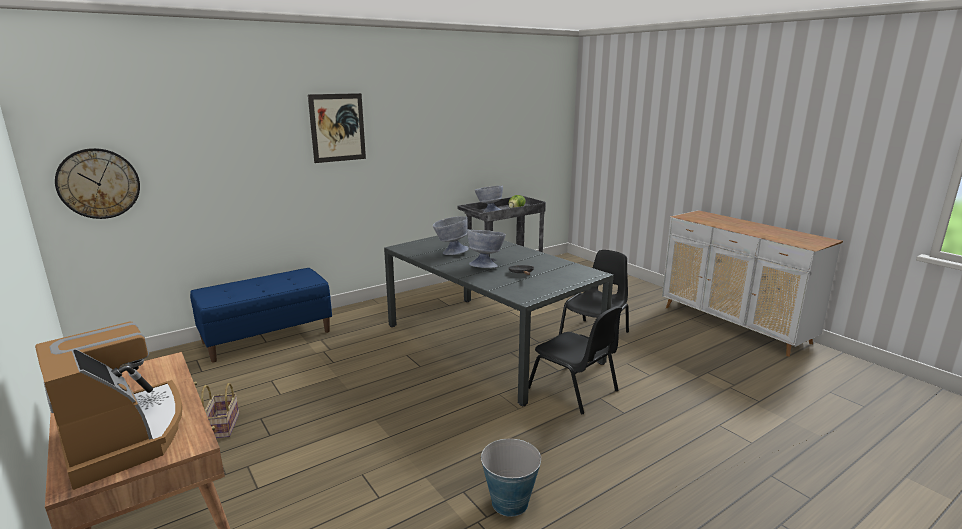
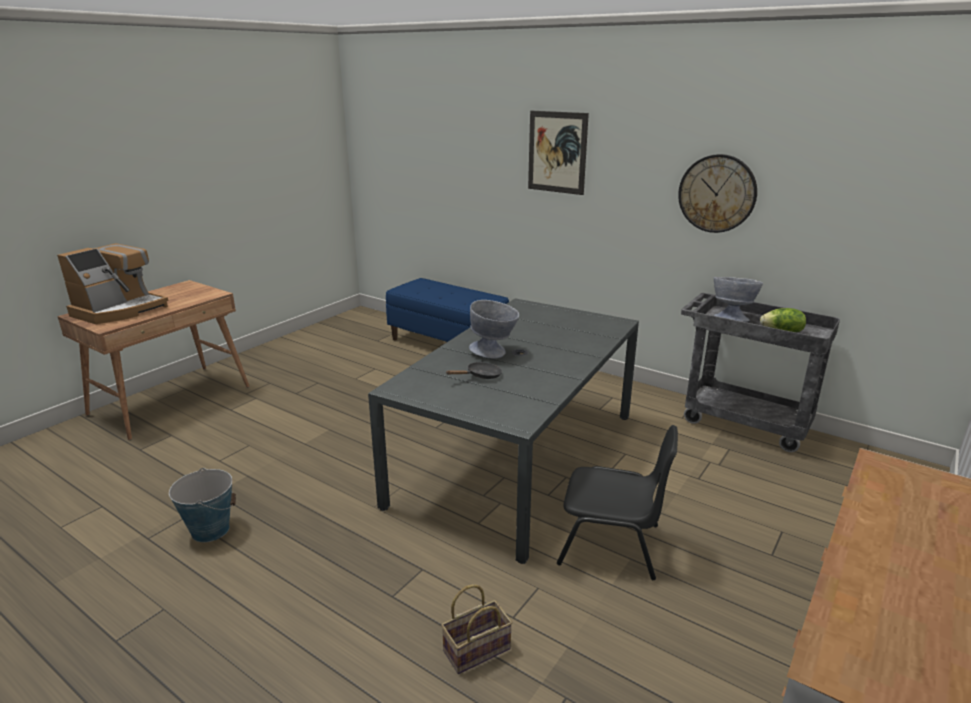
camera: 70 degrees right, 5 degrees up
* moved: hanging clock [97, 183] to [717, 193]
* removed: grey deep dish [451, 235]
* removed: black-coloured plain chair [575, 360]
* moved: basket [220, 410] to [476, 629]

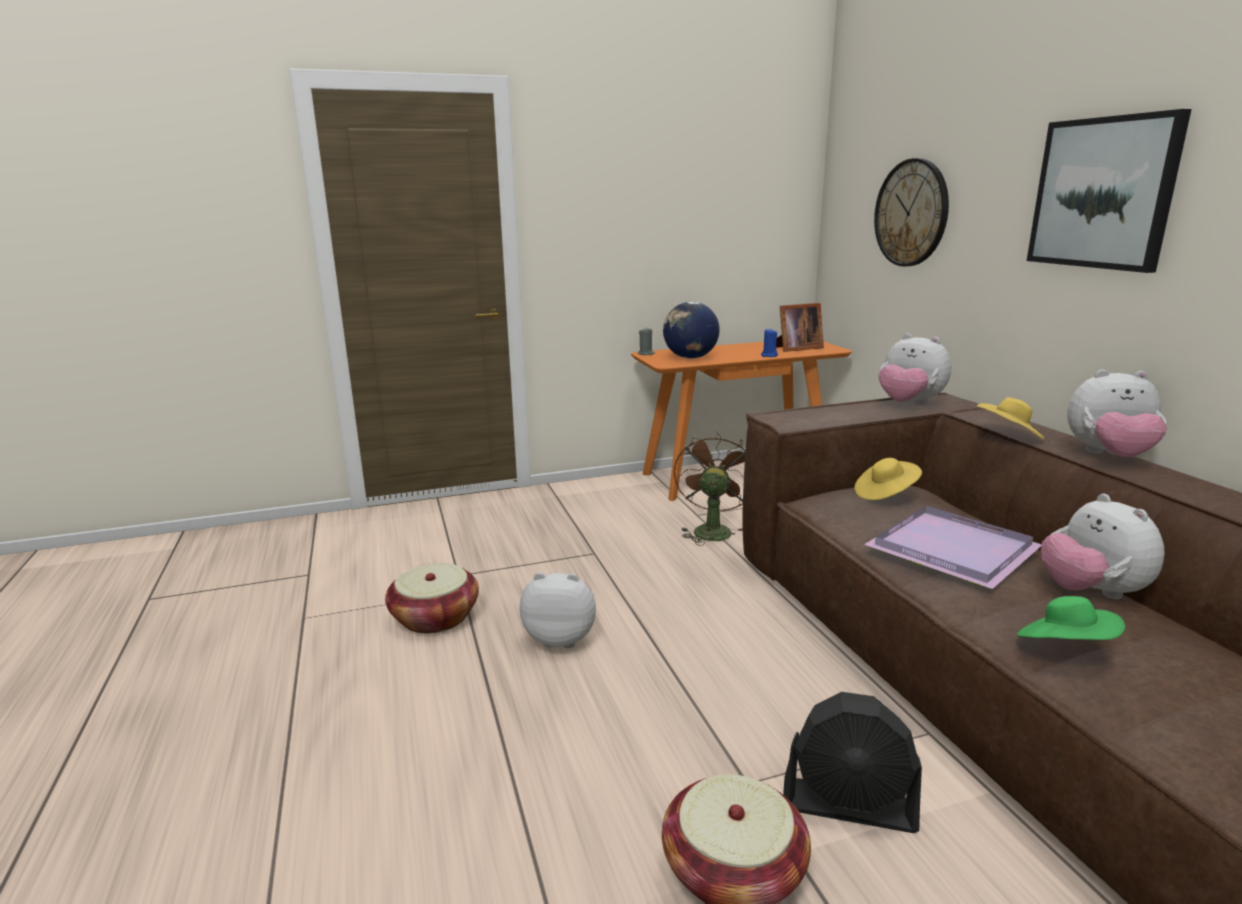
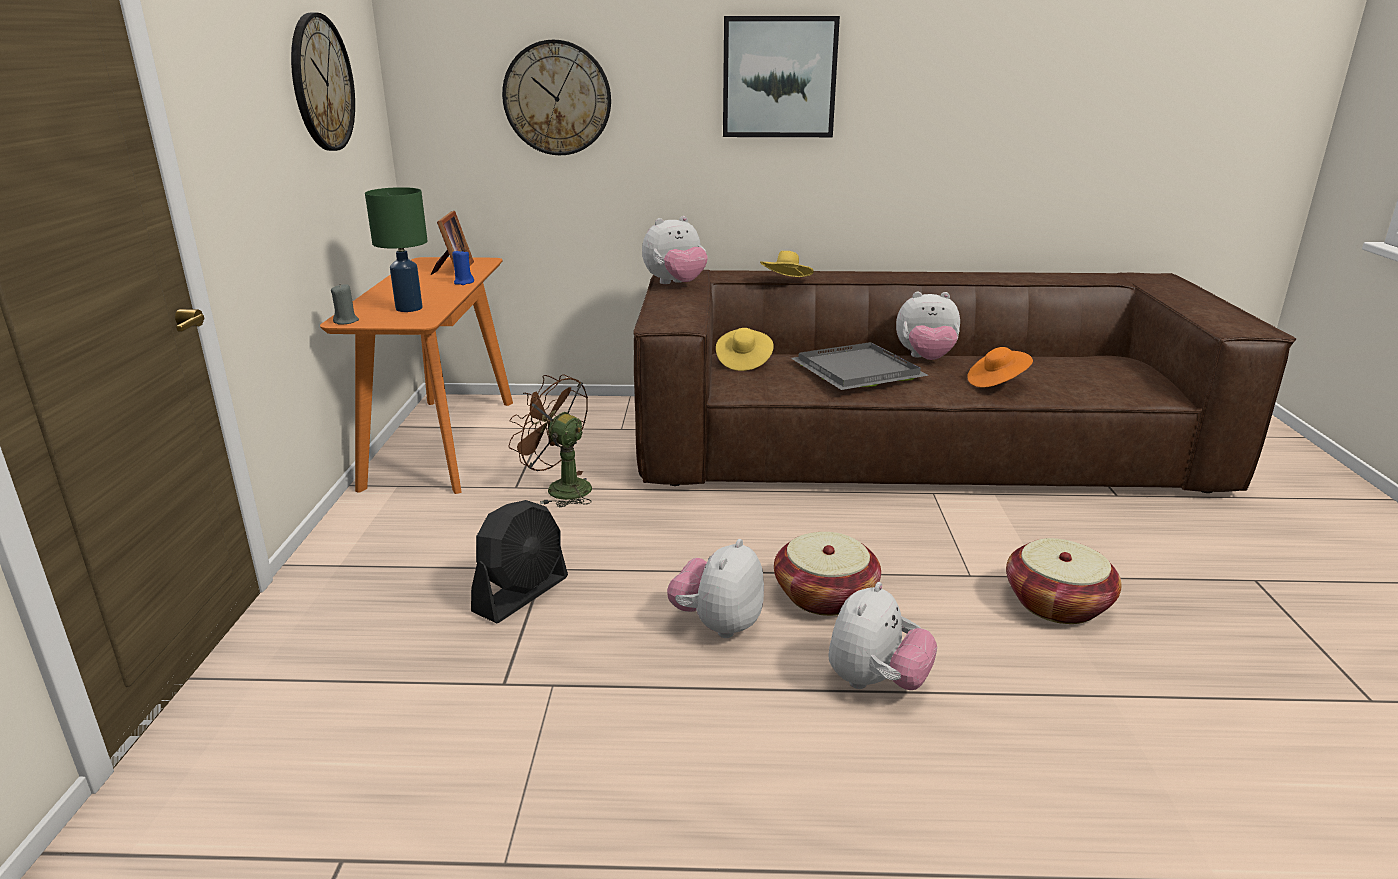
camera: 70 degrees left, 5 degrees up
* replaced: world globe [691, 330] to greenish tabletop lamp [396, 249]
* moved: plush toy [1117, 413] to [882, 636]
* recoloured: purple-coloured carrying tray [953, 547] to grey carrying tray [860, 366]
* moved: basket [432, 598] to [827, 574]
* recoloured: greenish wearable hat [1071, 618] to orange wearable hat [1000, 367]
* moved: black-coloured electric fan [852, 762] to [519, 561]
* added: hanging clock [323, 82]

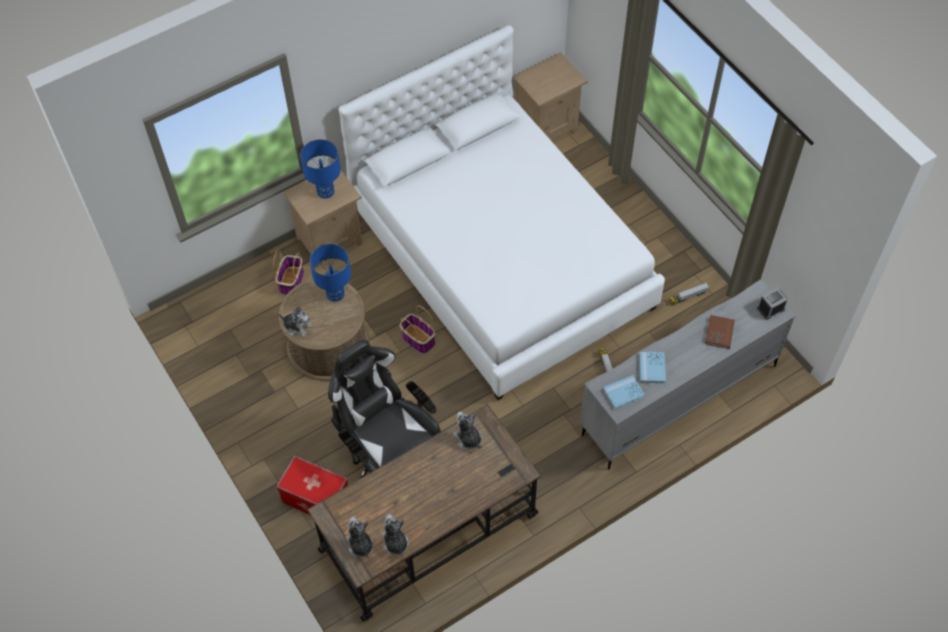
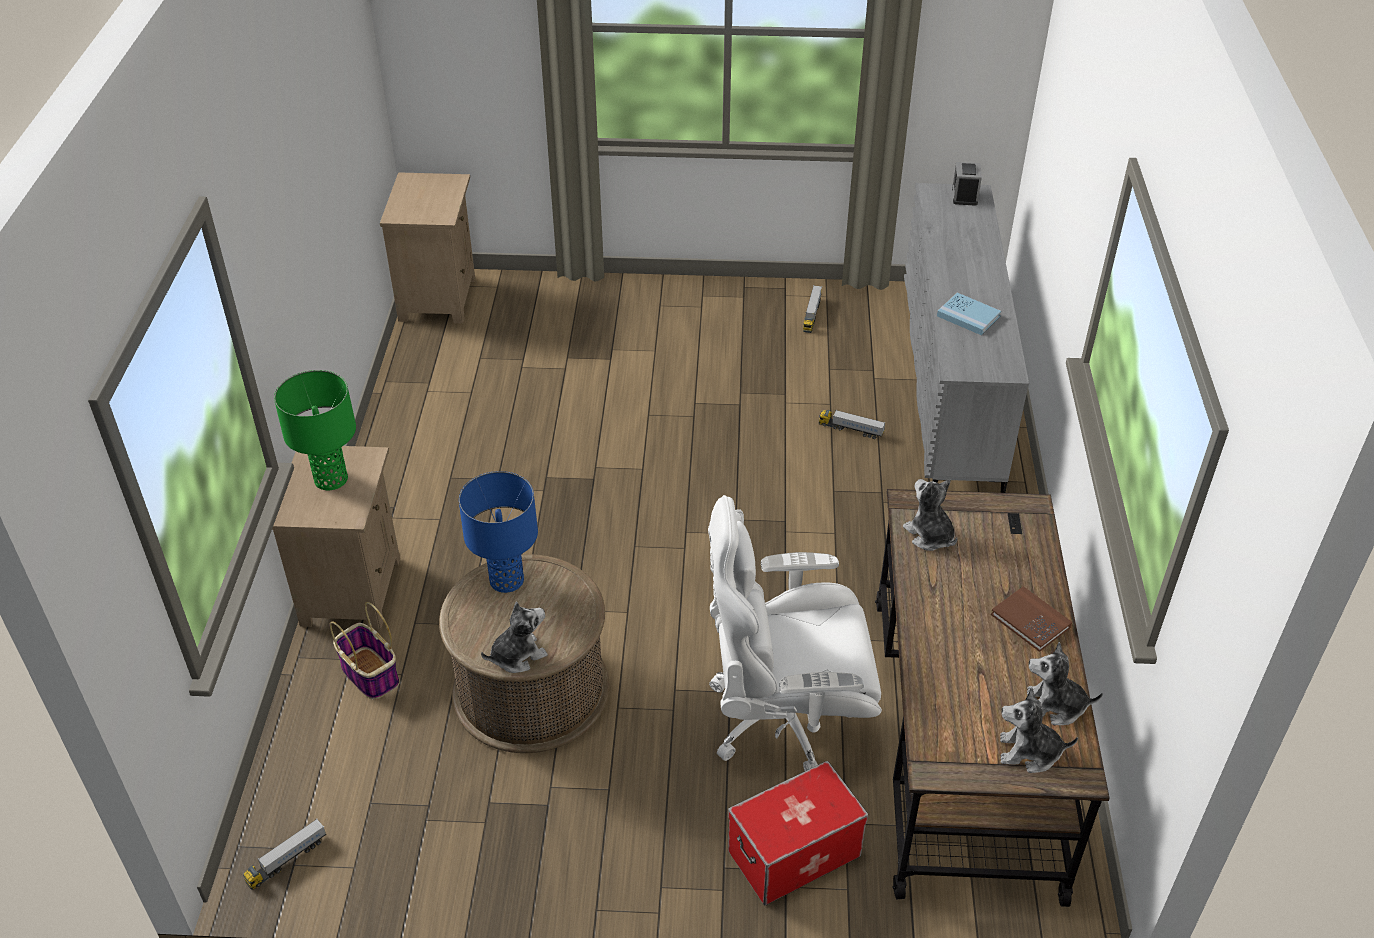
camera: 55 degrees left, 15 degrees down
* removed: white-coloured bedroom bed [501, 212]
* recoloured: blue-coloured tabletop lamp [320, 168] to greenish tabletop lamp [315, 430]
* removed: basket [417, 329]
* moved: brown bound book [720, 332] to [1031, 619]
* recoloured: black-coloured computer chair [384, 409] to white-coloured computer chair [795, 633]
* removed: blue-coloured bound book [624, 392]
* turned: plush toy [467, 430] = [930, 515] 60 degrees clockwise
* added: toy lorry [284, 854]

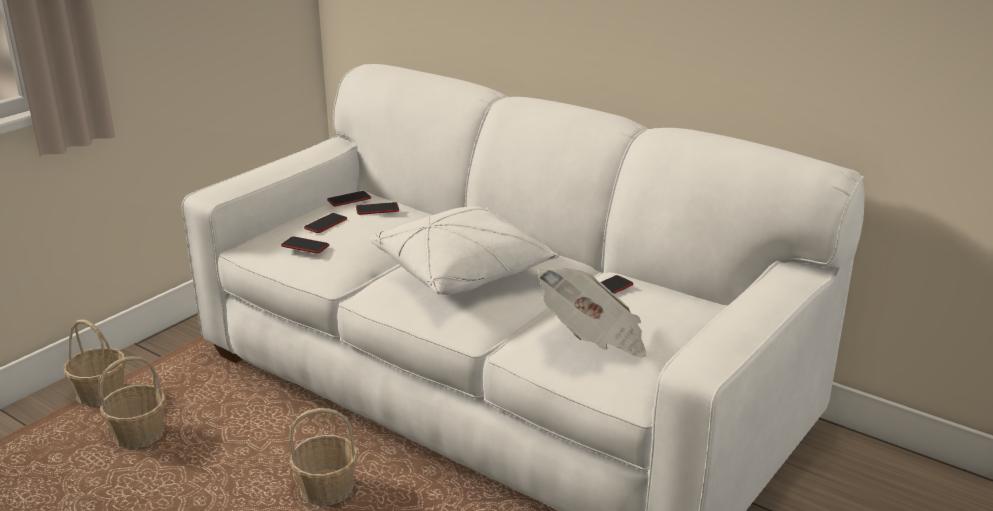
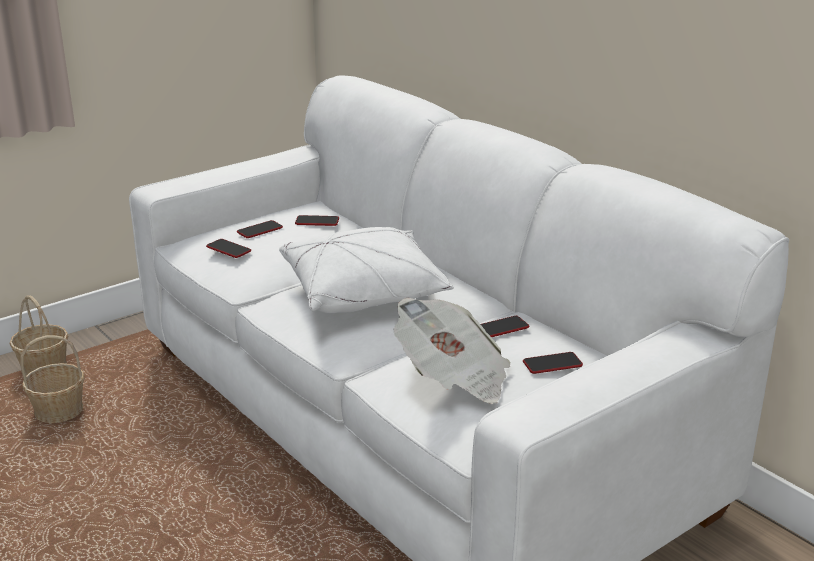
camera: 15 degrees right, 0 degrees up
* moved: phone [349, 198] to [553, 363]
* removed: basket [323, 457]

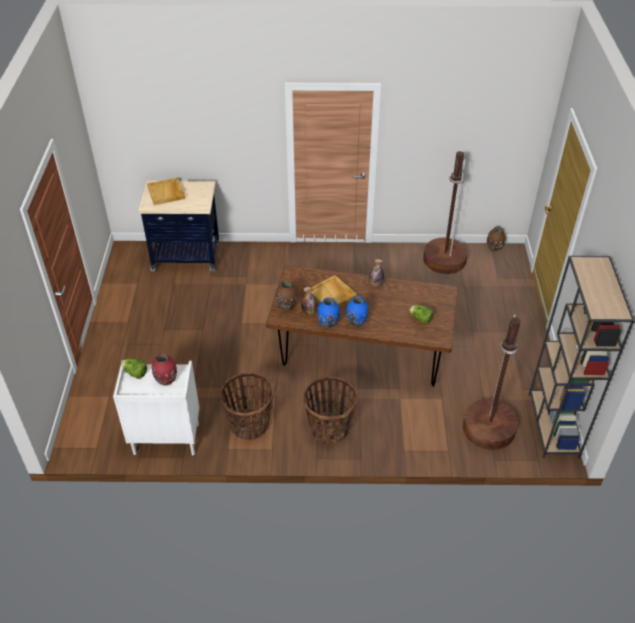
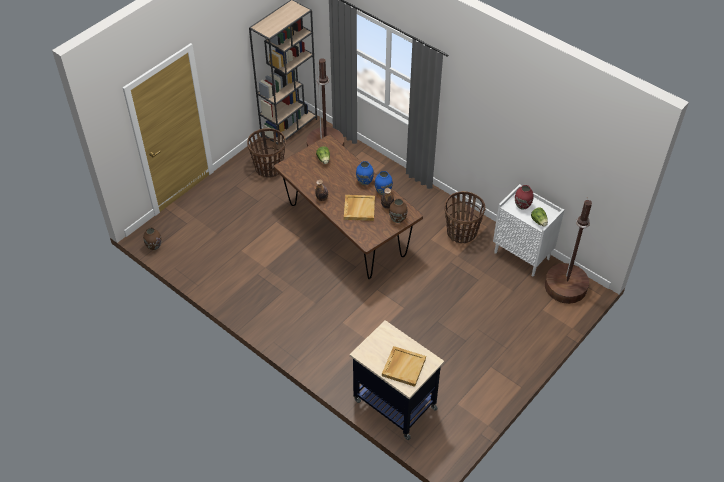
camera: 140 degrees left, 5 degrees up
* moved: brown floor lamp [445, 212] to [568, 251]
* moved: basket [330, 410] to [266, 153]

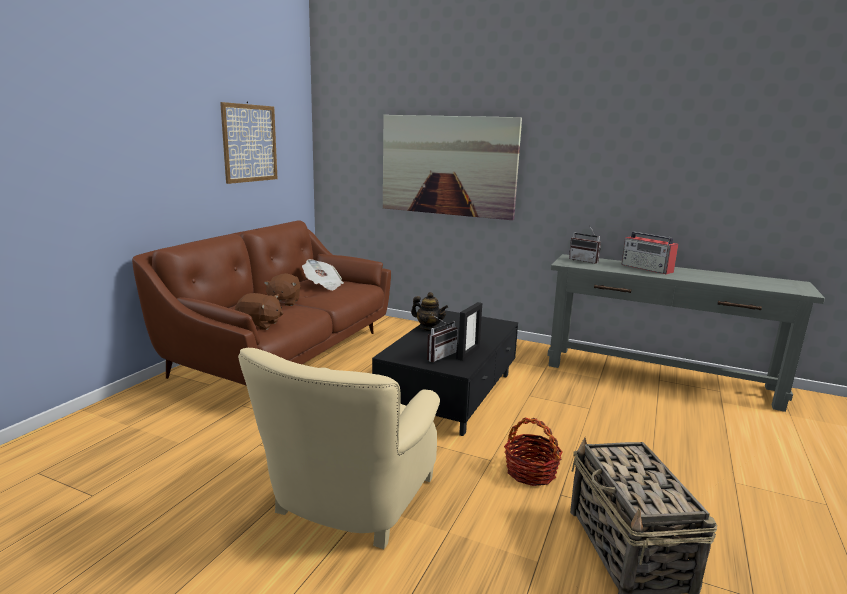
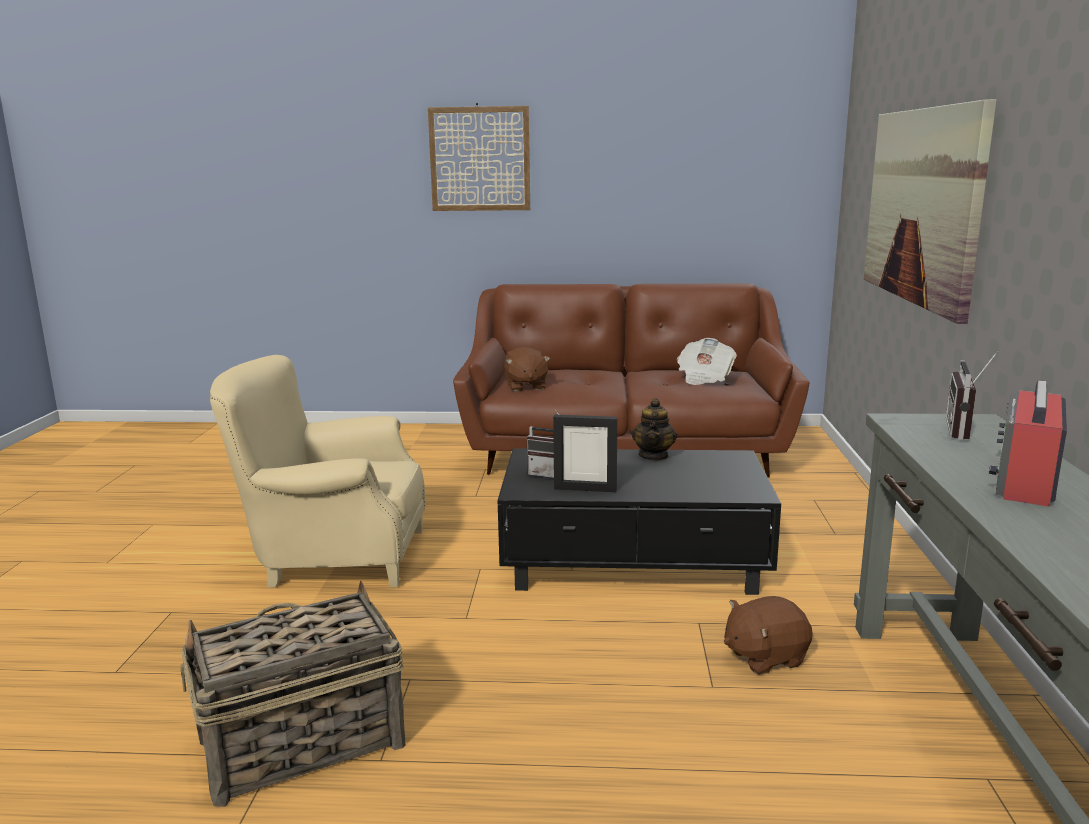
camera: 70 degrees right, 0 degrees up
* moved: wall art [248, 143] to [479, 157]
* moved: brown plush toy [282, 289] to [768, 635]
* removed: basket [533, 451]

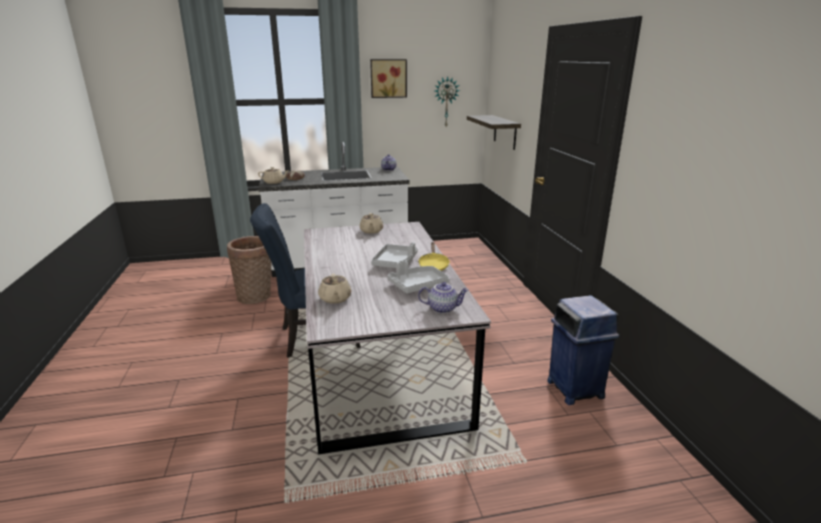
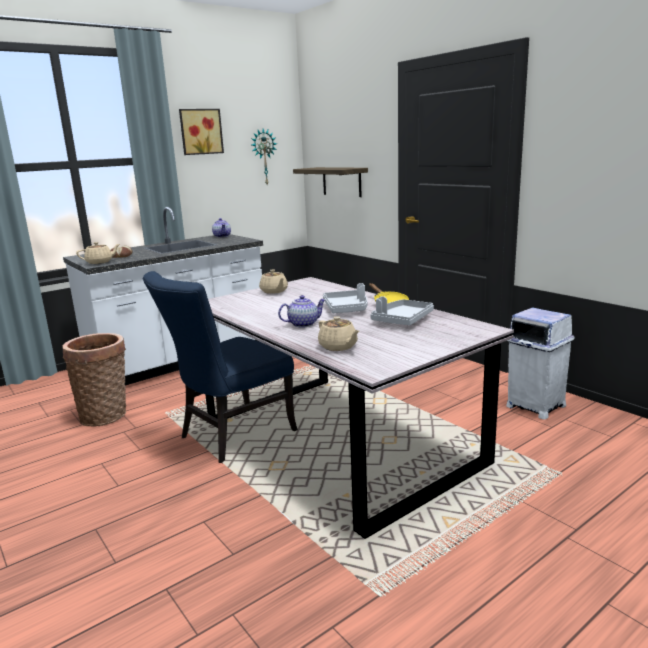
camera: 25 degrees left, 5 degrees down
* moved: tea pot [443, 297] to [302, 311]
* recoloured: blue-coloured waste bin [583, 350] to white-coloured waste bin [540, 364]

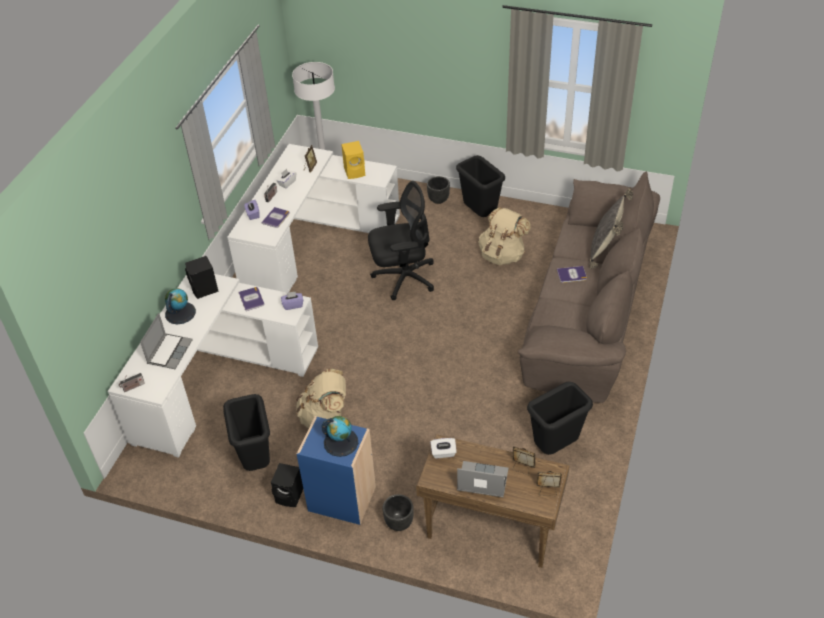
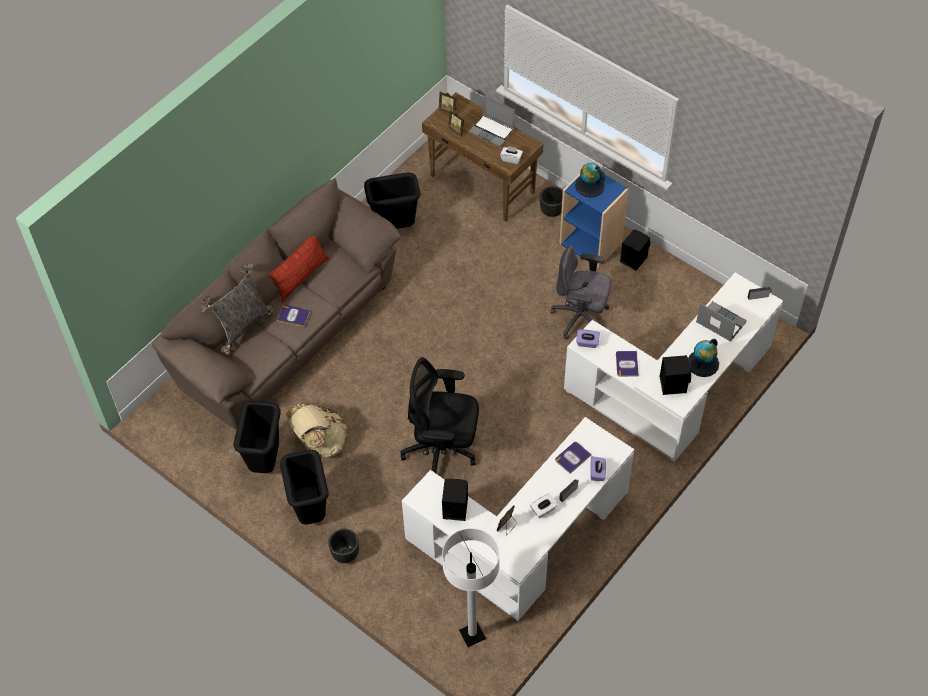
camera: 160 degrees left, 10 degrees up
* recoloured: yellow-coloured loudspeaker [353, 160] to black-coloured loudspeaker [455, 499]
* turned: portable computer [166, 341] = [721, 321] 90 degrees clockwise
* replaced: beige-coloured knapsack [321, 398] to grey computer chair [581, 292]
* moved: black-coloured waste bin [246, 432] to [257, 437]
* added: throw pillow [299, 269]

